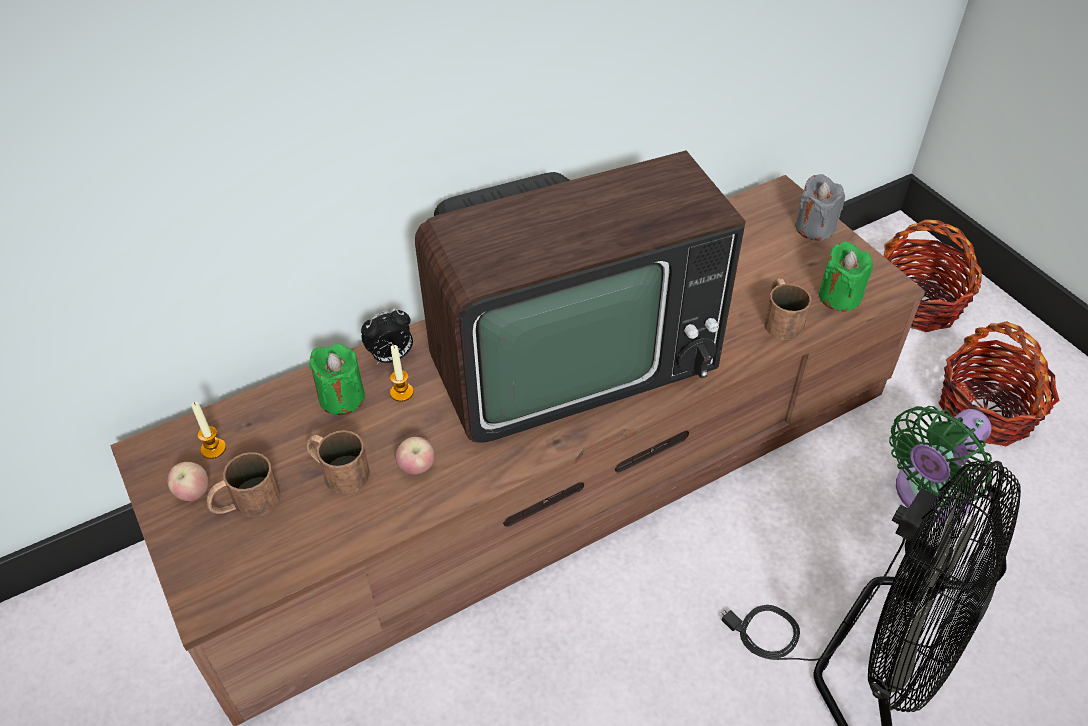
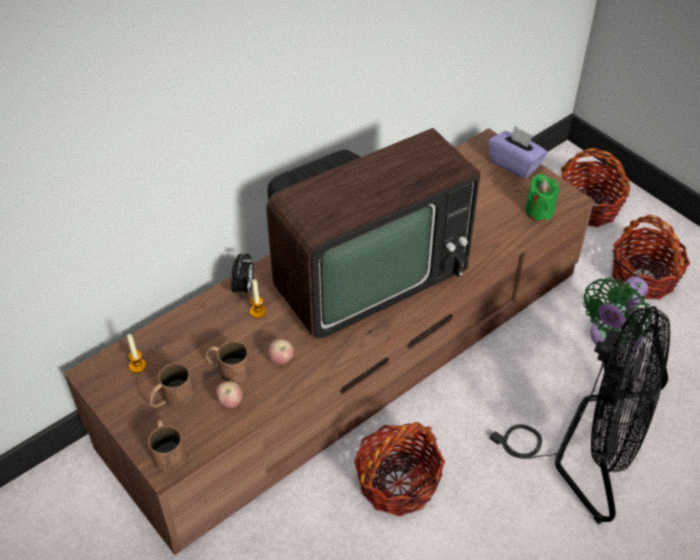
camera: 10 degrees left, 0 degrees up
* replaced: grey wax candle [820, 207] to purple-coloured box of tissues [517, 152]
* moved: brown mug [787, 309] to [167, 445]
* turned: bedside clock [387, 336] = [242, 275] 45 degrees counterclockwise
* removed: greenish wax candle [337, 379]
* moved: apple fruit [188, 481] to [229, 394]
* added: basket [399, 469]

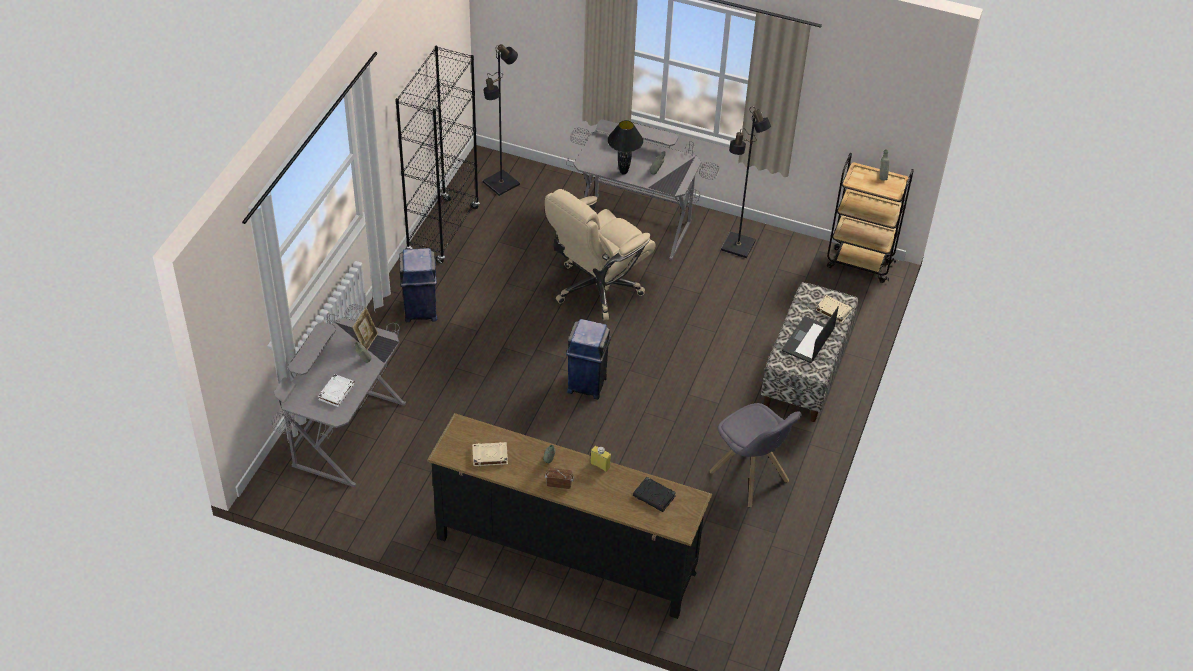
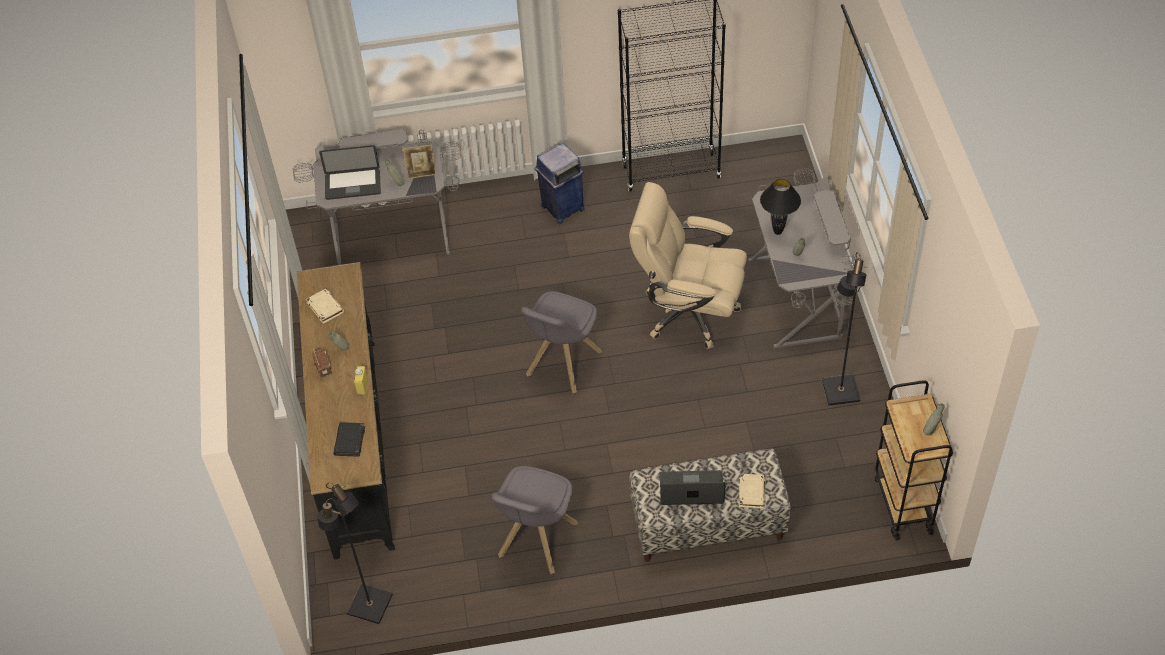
camera: 65 degrees right, 5 degrees up
* moved: black-coloured floor lamp [501, 120] to [355, 553]
* replaced: blue-coloured waste bin [588, 359] to grey plain chair [561, 342]
* replaced: white-coloured bound book [336, 390] to portable computer [350, 172]

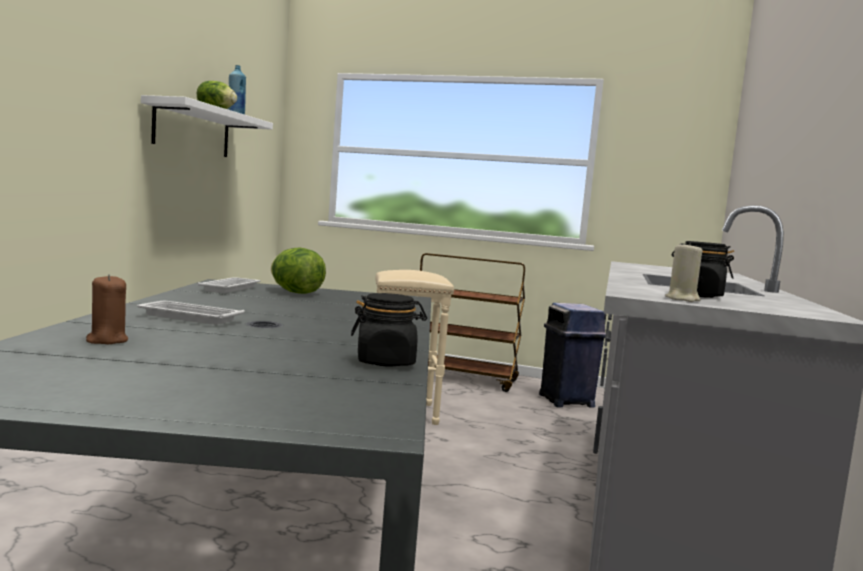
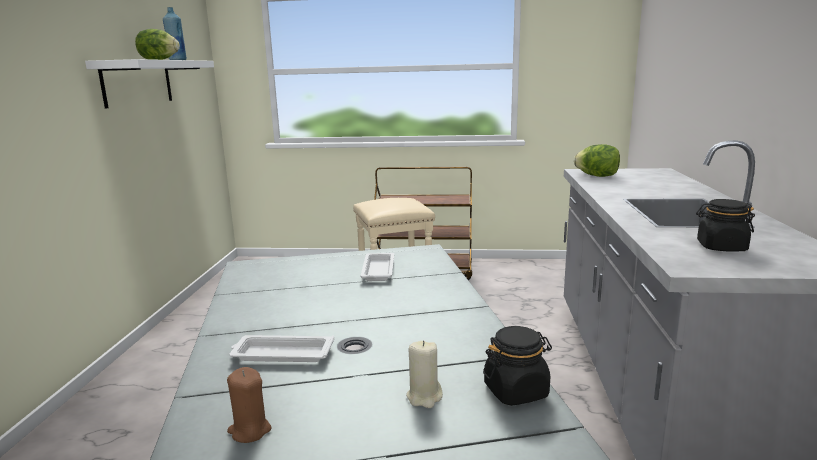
camera: 10 degrees left, 10 degrees up
* moved: beige-coloured wax candle [683, 272] to [424, 374]
* moved: head of lettuce [298, 271] to [597, 160]
* moved: white-coloured carrying tray [229, 285] to [377, 267]
* removed: blue-coloured waste bin [573, 355]

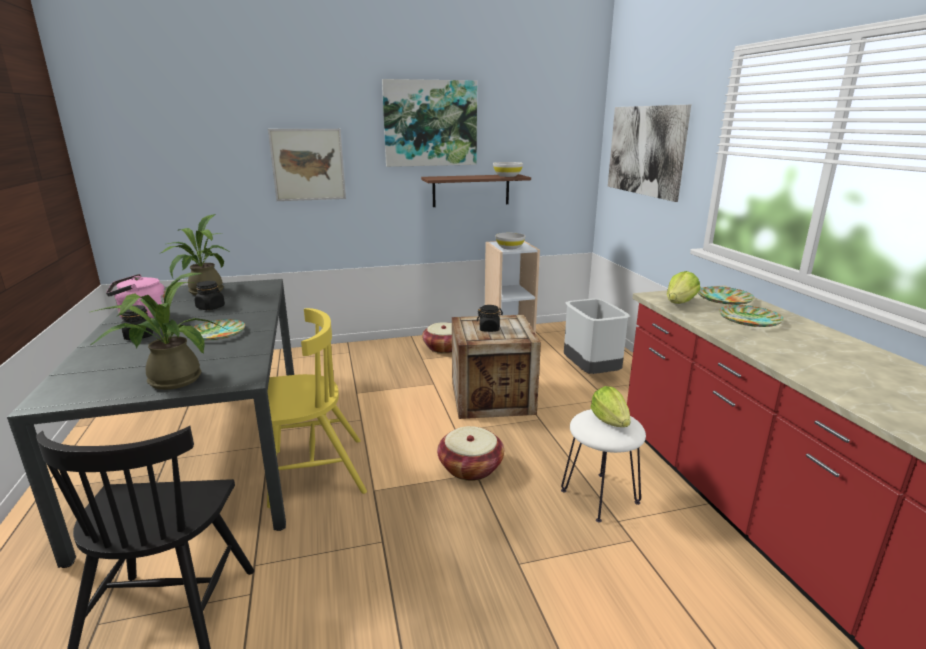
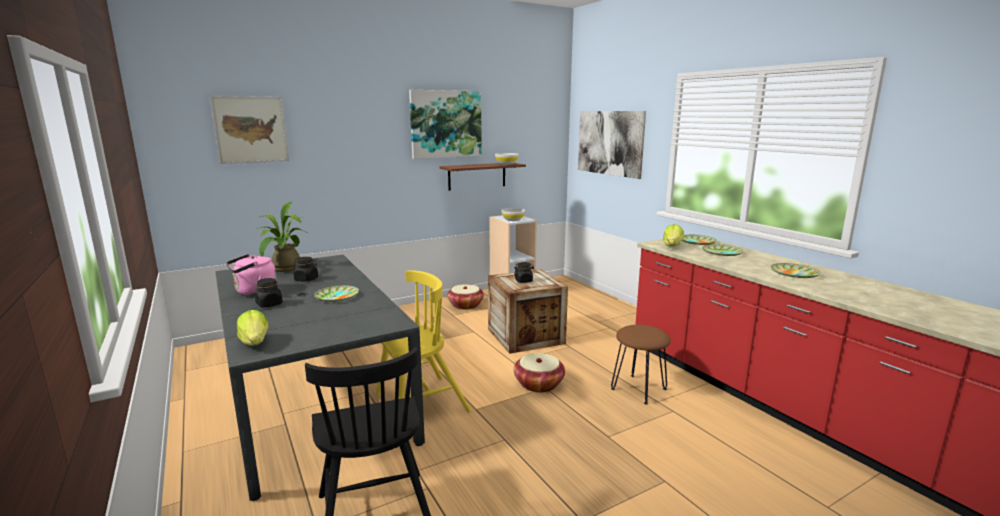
camera: 15 degrees left, 5 degrees down
* moved: wall art [307, 165] to [249, 130]
* removed: potted plant [159, 331]
* removed: grey waste bin [597, 336]
* moved: head of lettuce [610, 406] to [253, 328]
* recoloured: white-coloured stool [603, 466] to brown stool [641, 364]
* added: plate [795, 270]

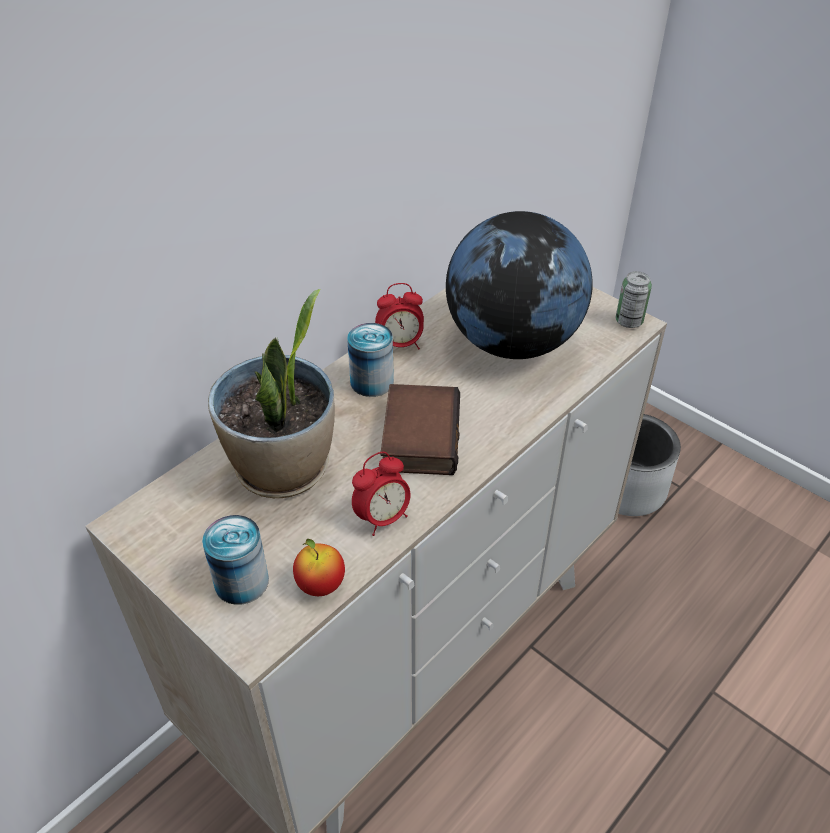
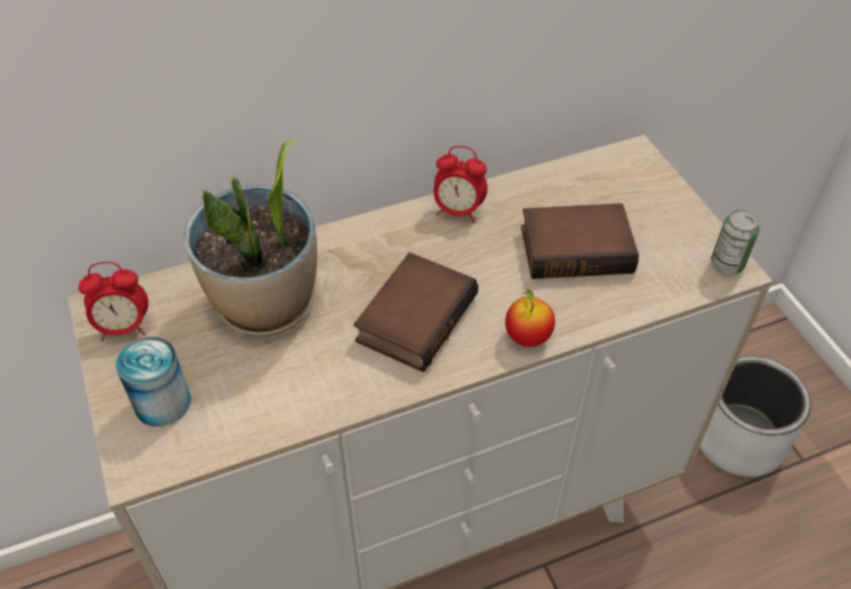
camera: 25 degrees right, 5 degrees up
* replaced: world globe [519, 285] to bound book [580, 241]
* removed: metal can [370, 360]
* moved: bedside clock [381, 494] to [113, 301]
* moved: apple fruit [319, 567] to [530, 318]

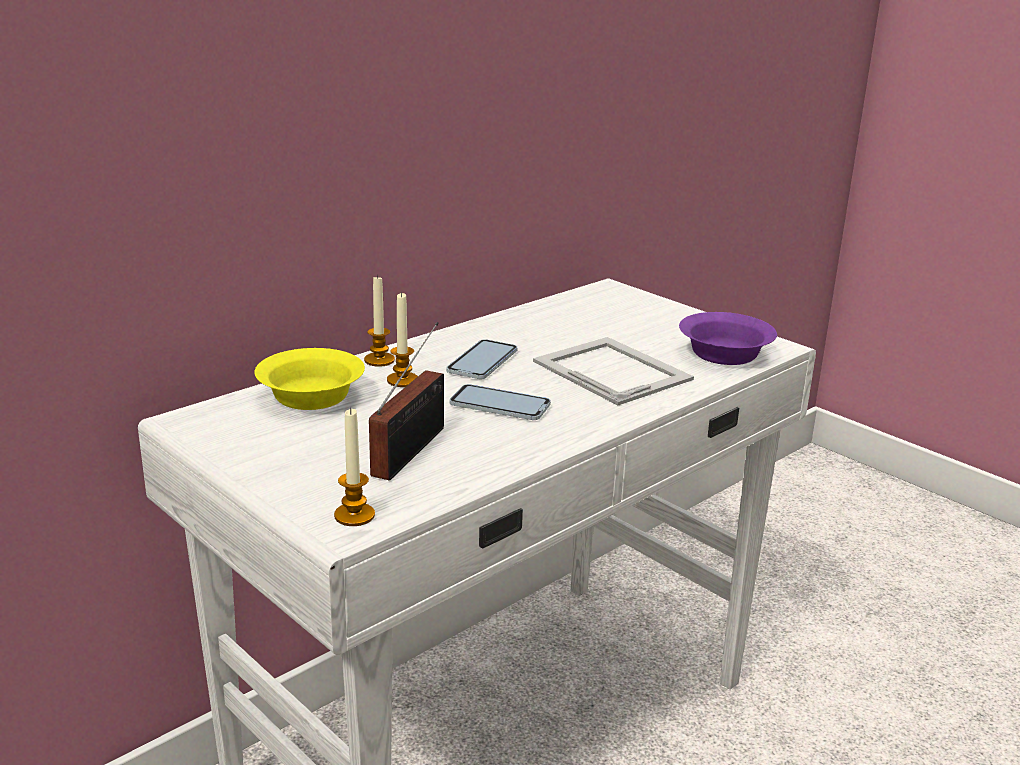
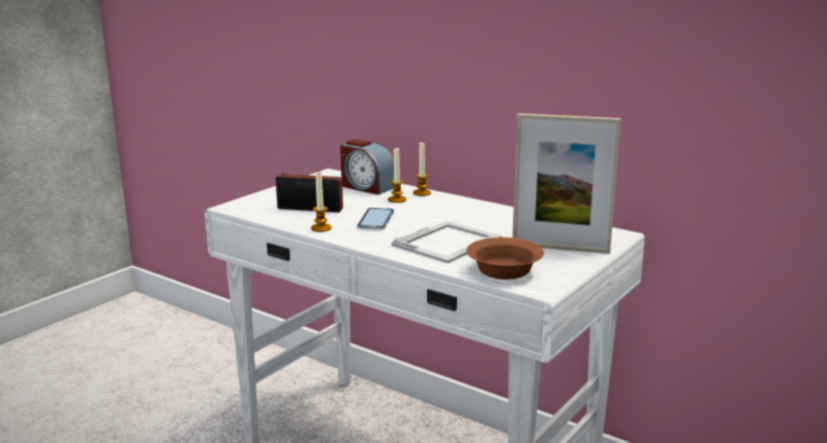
camera: 80 degrees right, 5 degrees down
* recoloured: purple-coloured deep dish [728, 338] to brown deep dish [505, 258]
* removed: phone [482, 359]
* replaced: yellow-coloured deep dish [310, 379] to bedside clock [367, 167]
* moved: wax candle [354, 467] to [321, 201]
* added: photo frame [566, 183]

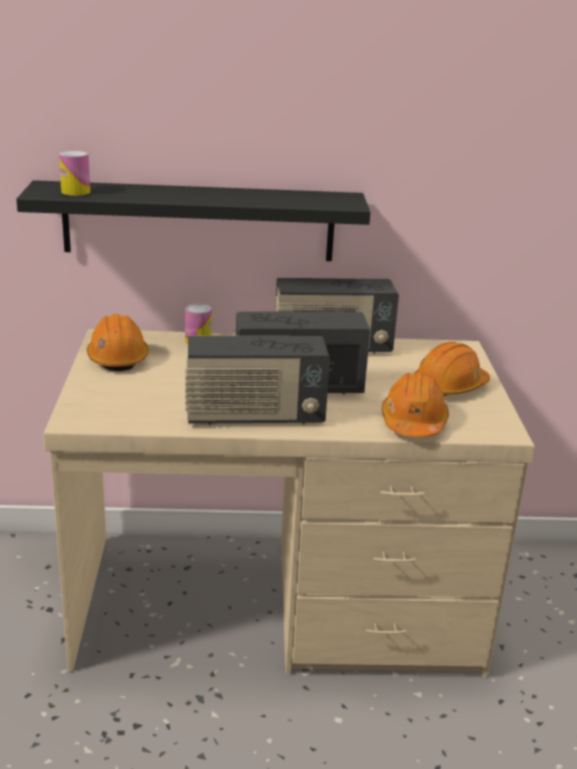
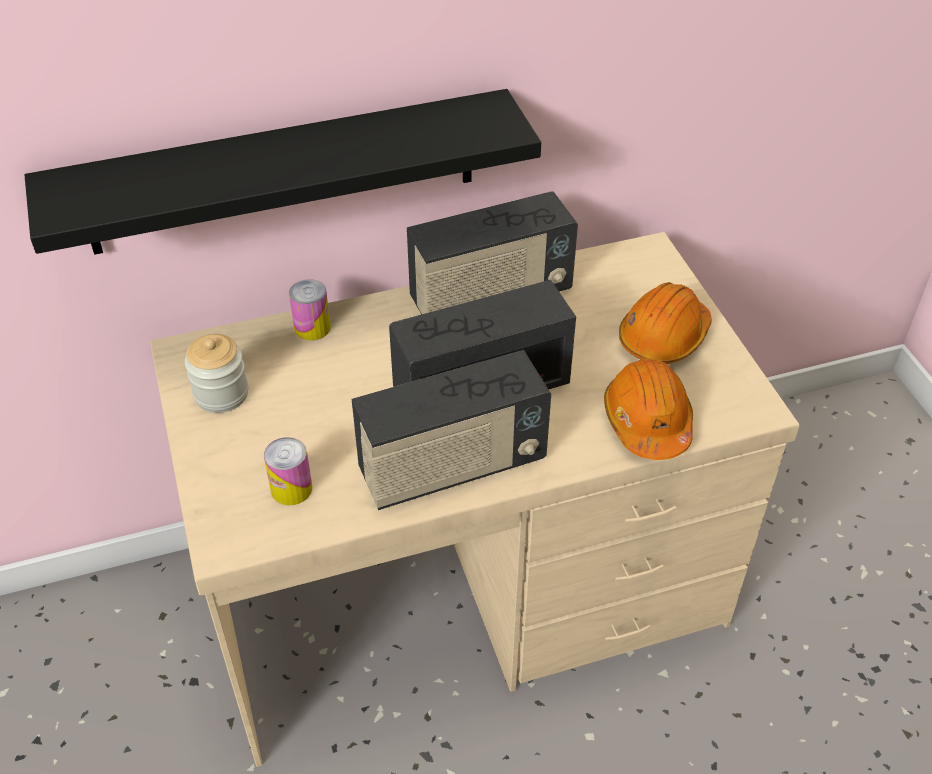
camera: 15 degrees left, 20 degrees up
* moved: metal can [74, 173] to [288, 471]
* replaced: orange hard hat [118, 342] to storage jar [216, 373]

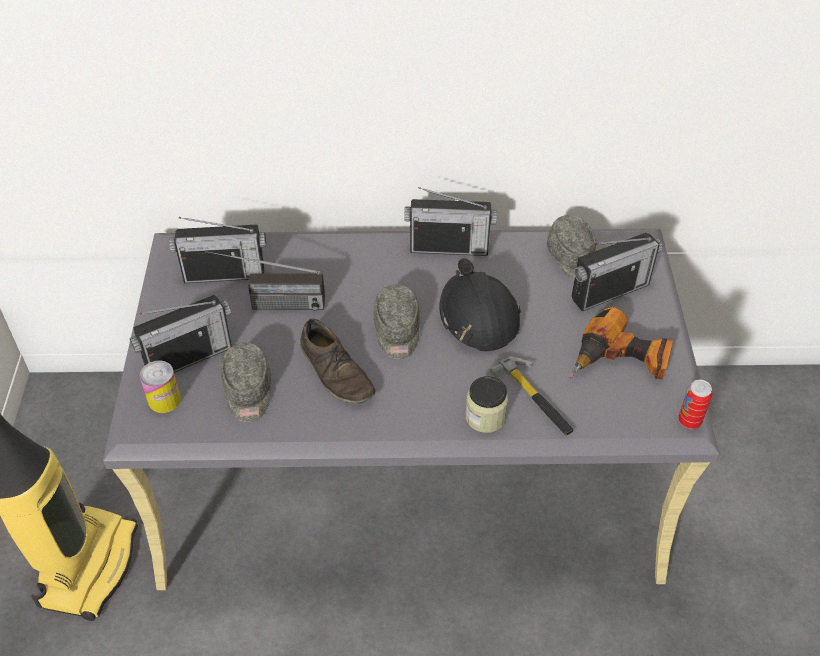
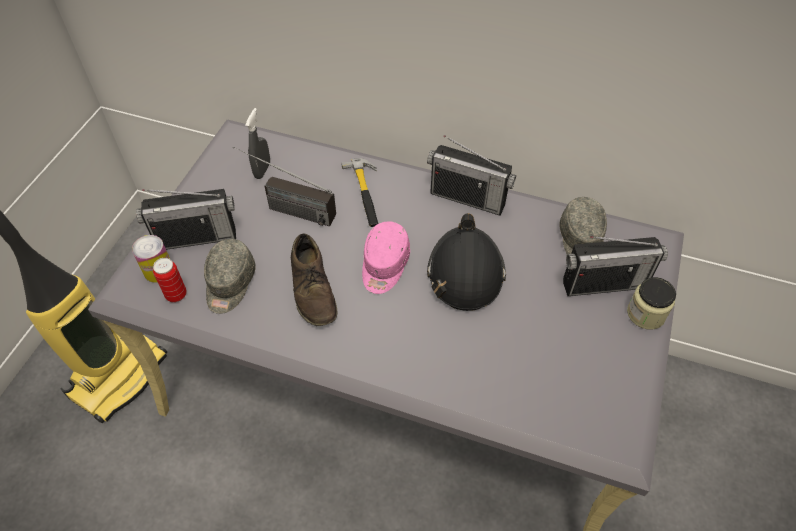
camera: 20 degrees right, 5 degrees up
* replaced: radio receiver [217, 250] to grey hand sprayer [257, 143]
* recoloured: grey peaked cap [397, 322] to pinkish peaked cap [386, 257]
* removed: drill [621, 343]
* moved: hand hammer [531, 396] to [360, 192]
* moved: storage jar [486, 404] to [651, 303]
* moved: metal can [695, 404] to [170, 280]

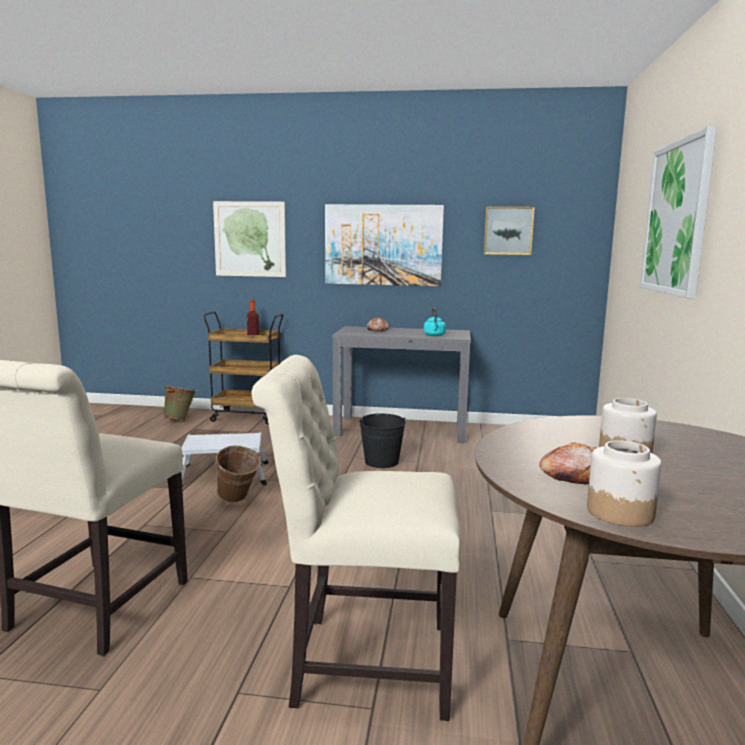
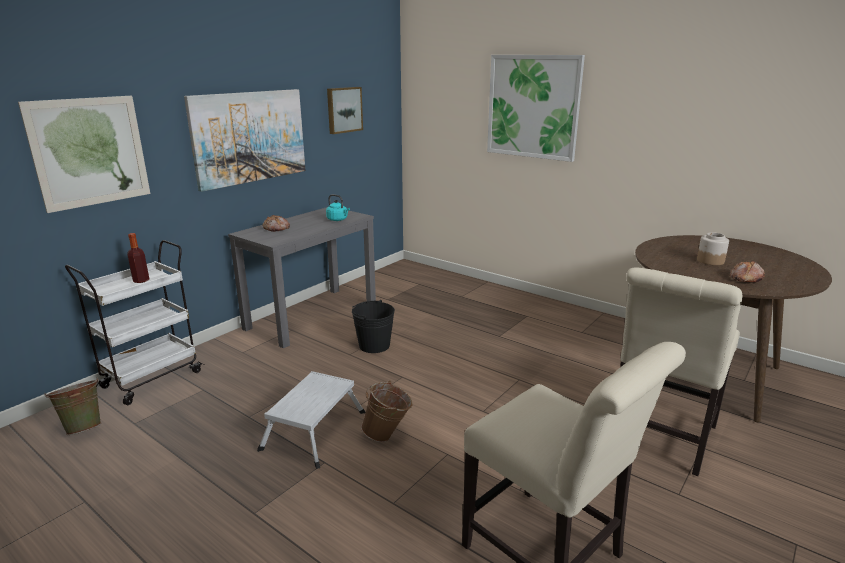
camera: 60 degrees left, 10 degrees up
* recoloured: brown trolley [243, 368] to white-coloured trolley [134, 322]
* removed: storage jar [624, 483]

